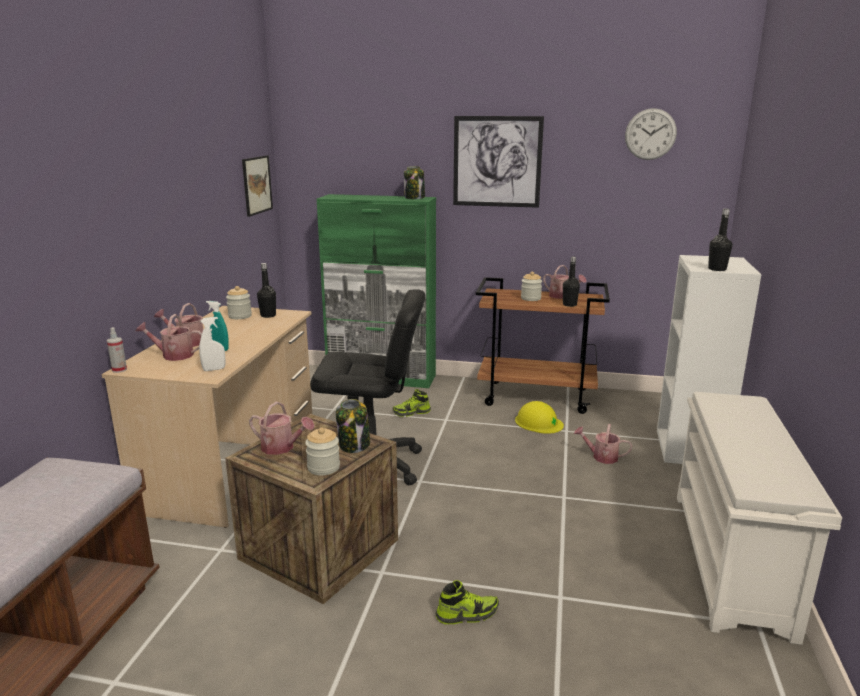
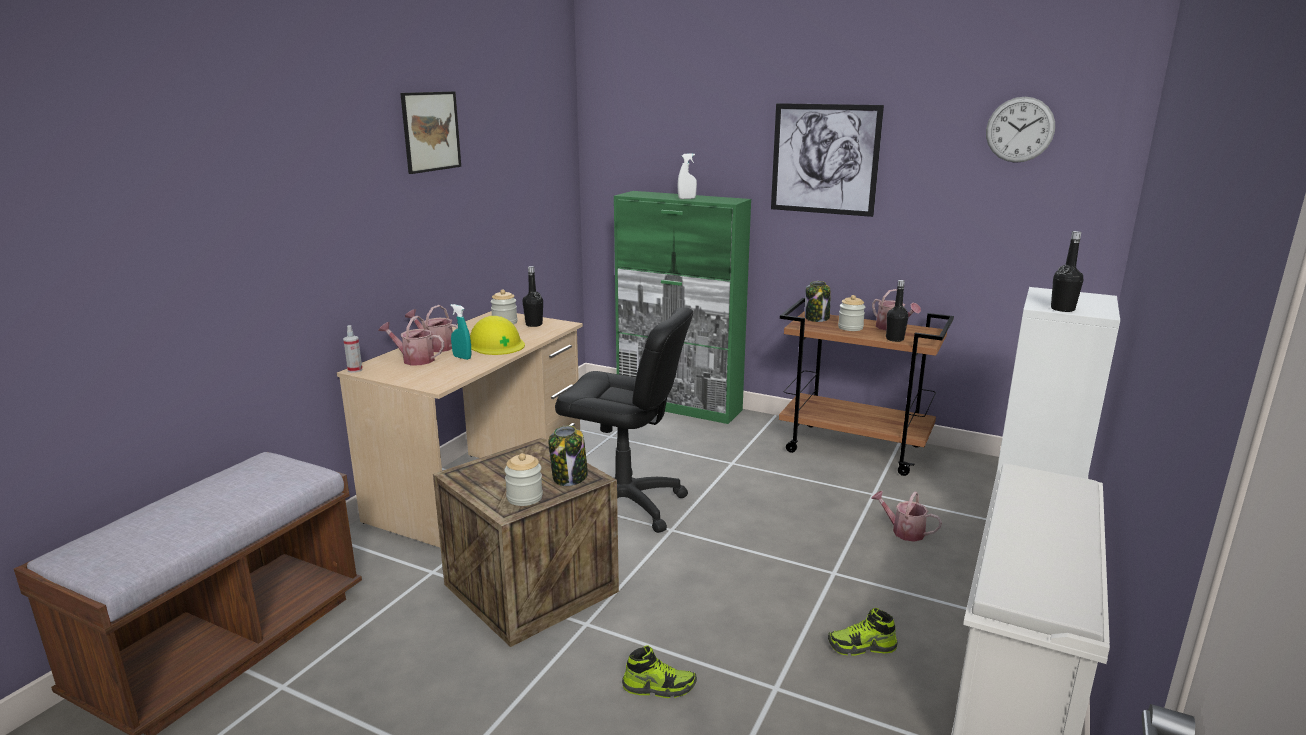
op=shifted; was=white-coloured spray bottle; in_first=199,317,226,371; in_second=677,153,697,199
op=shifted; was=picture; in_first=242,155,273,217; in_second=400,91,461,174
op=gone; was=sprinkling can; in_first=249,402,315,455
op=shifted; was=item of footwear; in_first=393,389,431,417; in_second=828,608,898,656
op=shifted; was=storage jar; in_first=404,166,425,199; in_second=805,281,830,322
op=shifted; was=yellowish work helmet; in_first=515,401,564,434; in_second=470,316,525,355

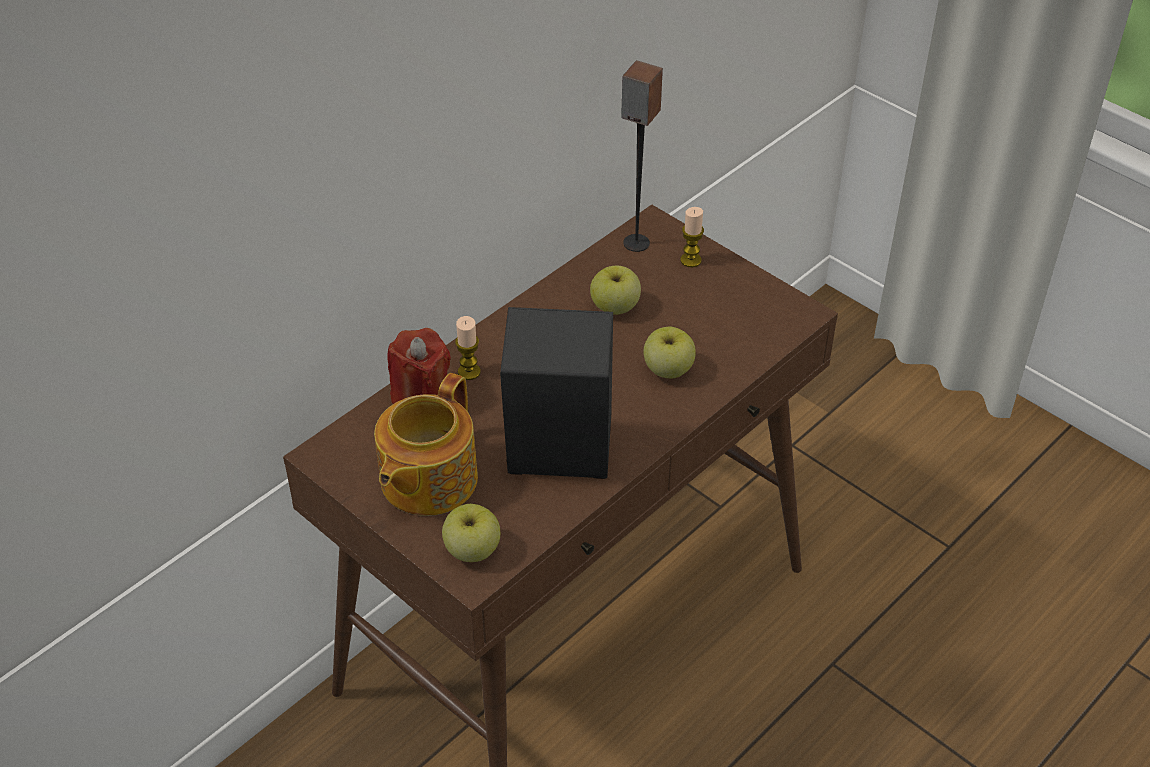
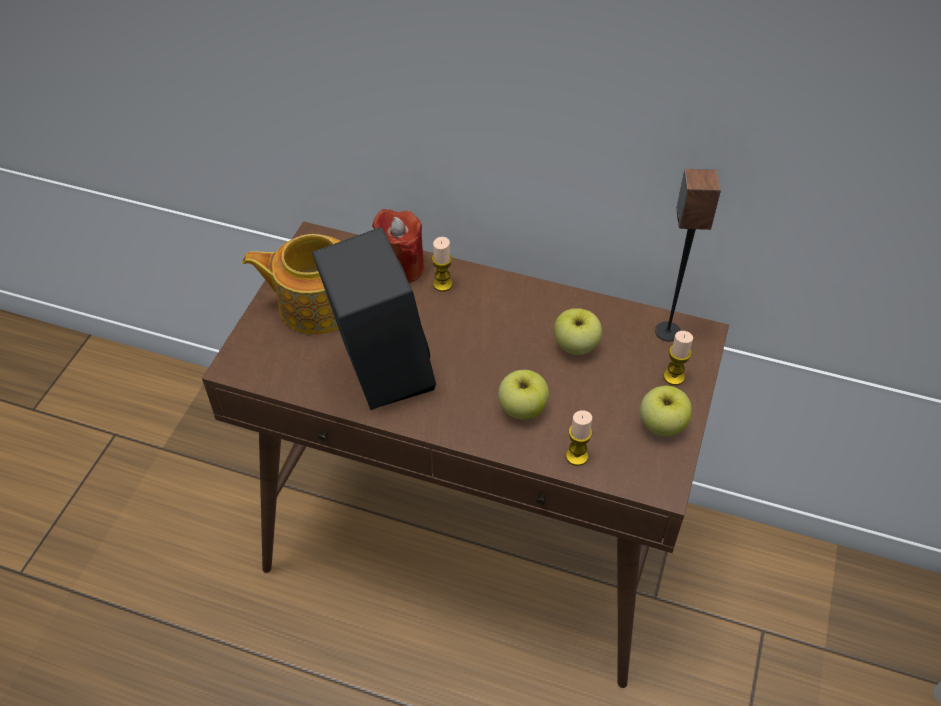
op=shifted; was=apple fruit; in_first=442,504,500,562; in_second=640,386,692,436
op=new; now=candle; in_second=566,410,592,466

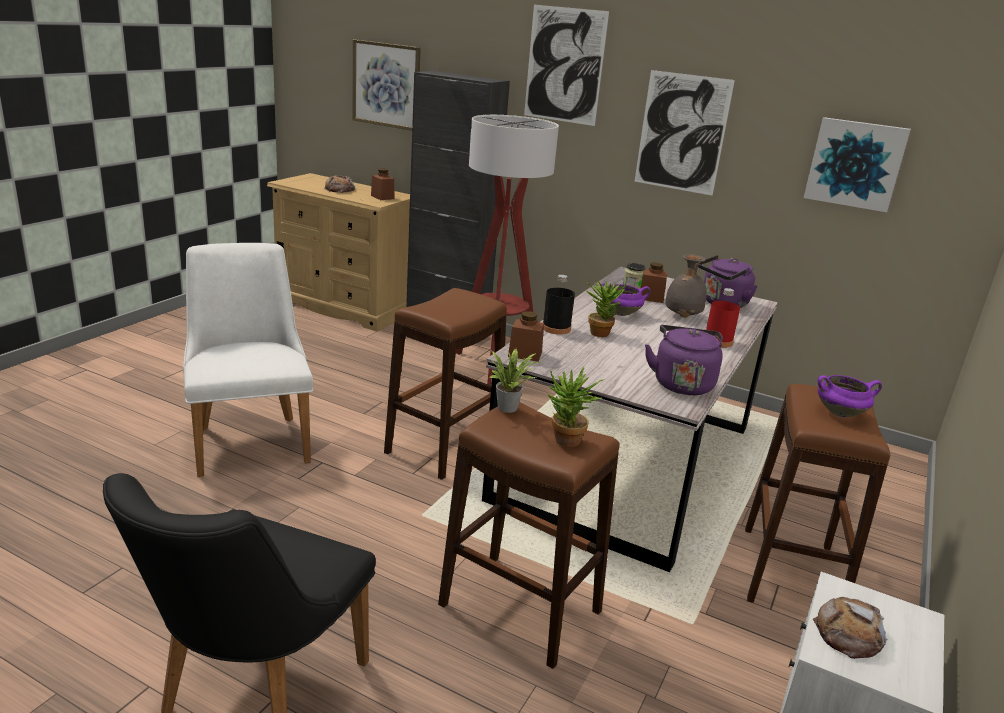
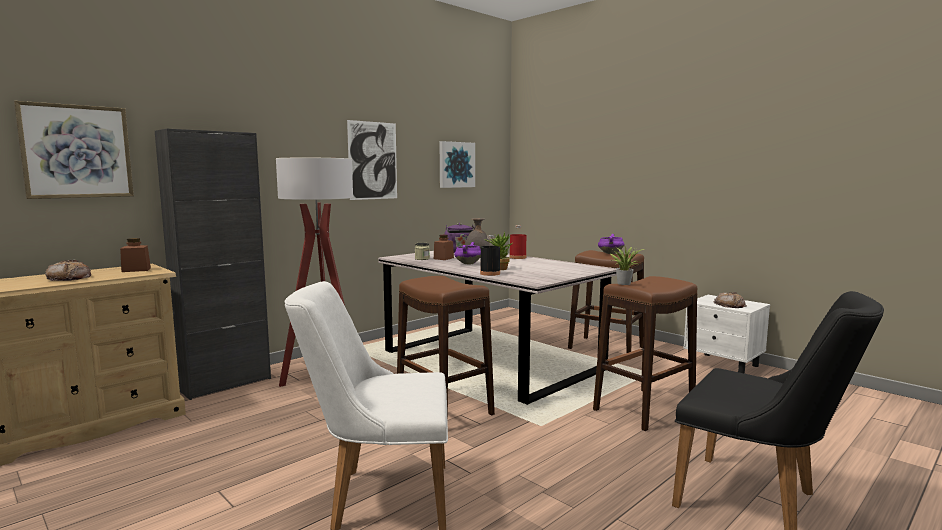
op=gone; was=brownish storage jar; in_first=508,311,544,362
op=gone; was=picture; in_first=524,5,609,126
op=gone; was=houseplant; in_first=547,367,604,447
op=gone; was=purplish tea kettle; in_first=645,325,723,395

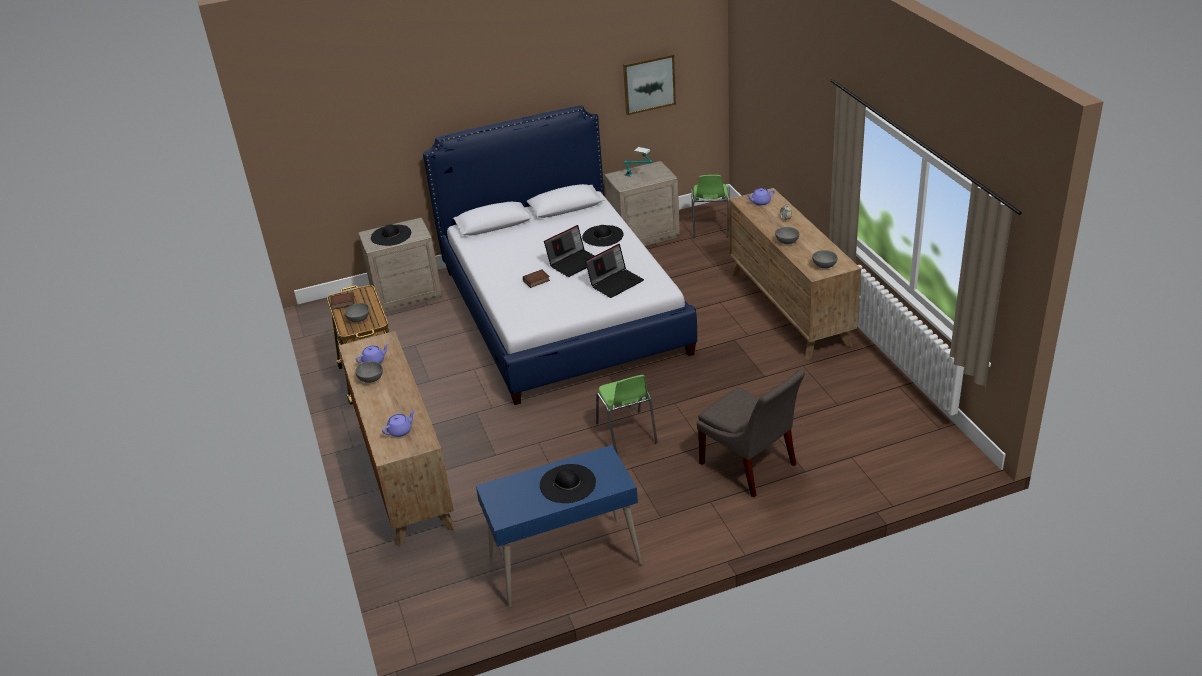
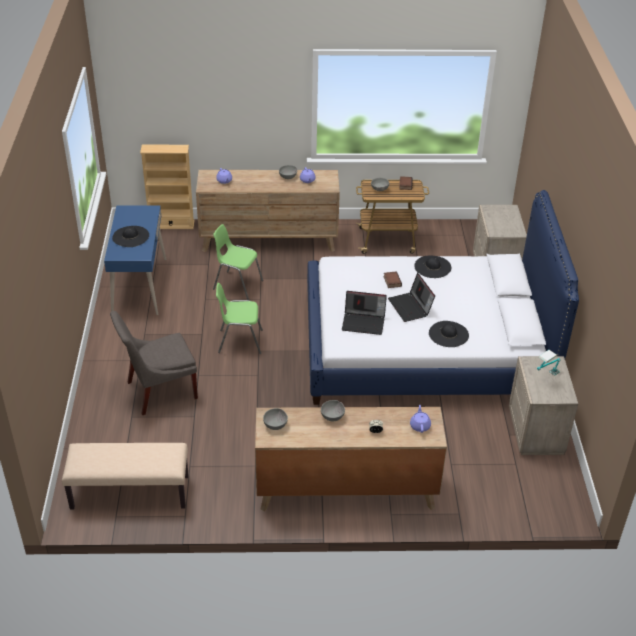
op=shifted; was=black clothing hat; in_first=371,224,411,246; in_second=414,256,451,278
op=rotated; was=portable computer; in_first=585,244,644,298; in_second=342,291,387,335; clockwise=-60
op=gone; was=picture; in_first=623,54,676,115
op=shifted; was=green chair; in_first=691,175,730,238; in_second=213,224,263,300
op=new; now=beige-coloured bench; in_second=62,443,188,509
op=new; now=beige-coloured shelving unit; in_second=140,145,194,229

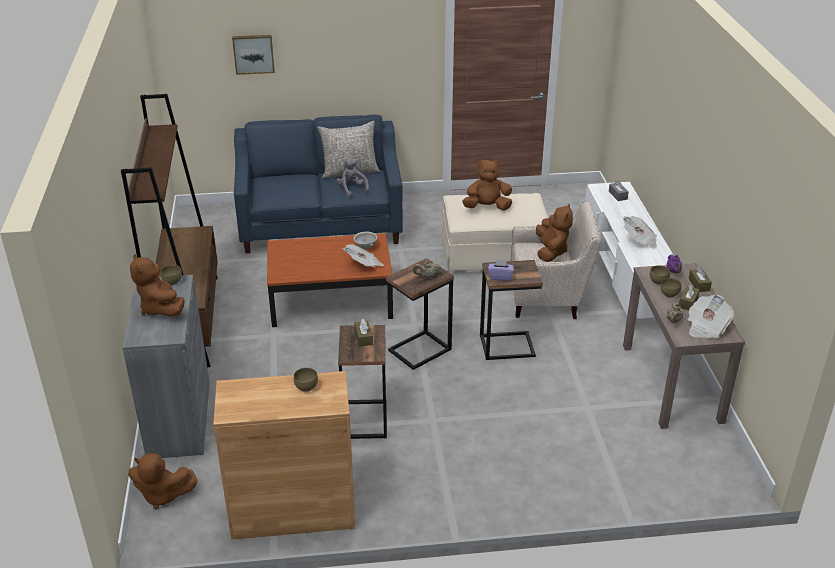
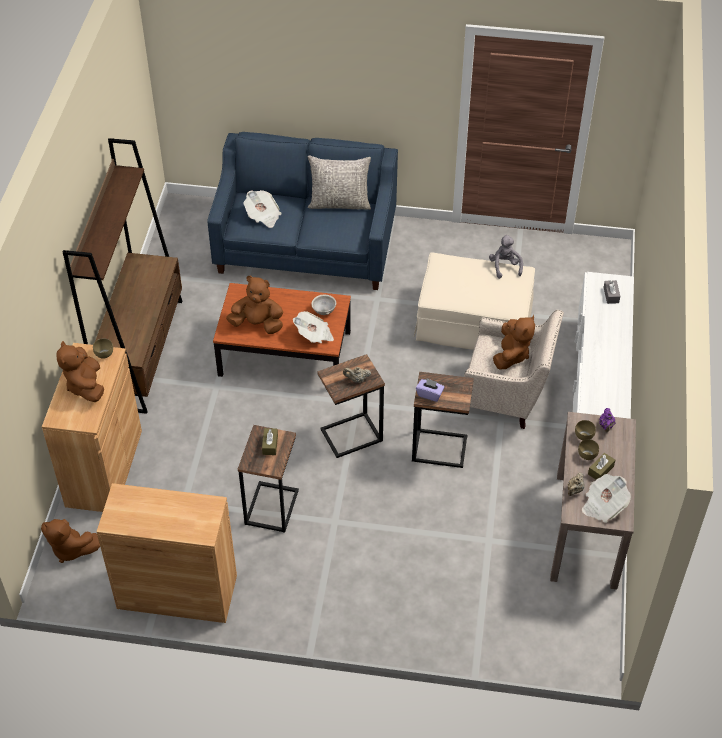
op=repainted; was=gray cabinet; now=brownish cabinet; in_first=122,275,210,458; in_second=42,343,142,512
op=gone; was=picture; in_first=232,35,275,75
op=gone; was=brownish bowl; in_first=294,368,318,392
op=shifted; was=gray soft toy; in_first=336,157,369,197; in_second=489,235,523,279
op=shifted; was=brownish soft toy; in_first=462,159,512,211; in_second=226,276,283,334
op=shifted; was=daily paper; in_first=623,216,657,249; in_second=244,190,282,228
op=gone; was=brownish box of tissues; in_first=689,267,712,292

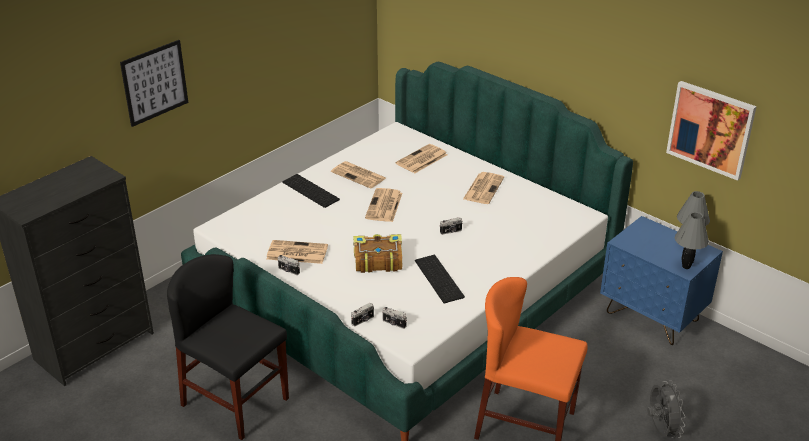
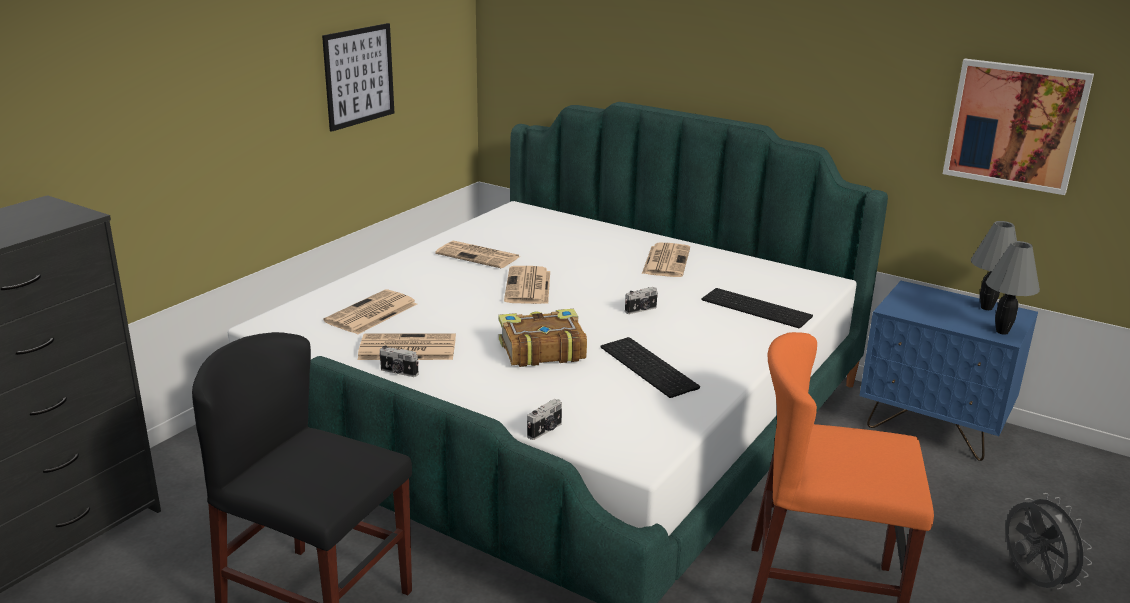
op=shifted; was=picture; in_first=120,40,188,127; in_second=322,23,394,132
op=shifted; was=keyboard; in_first=282,174,340,208; in_second=702,288,813,328
op=gone; was=still camera; in_first=382,307,407,329
op=shifted; was=daily paper; in_first=396,144,448,173; in_second=324,289,417,335

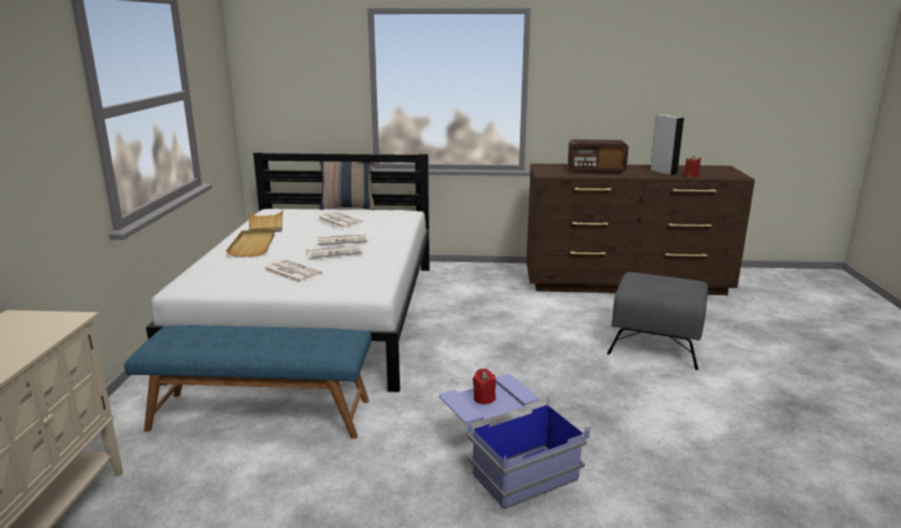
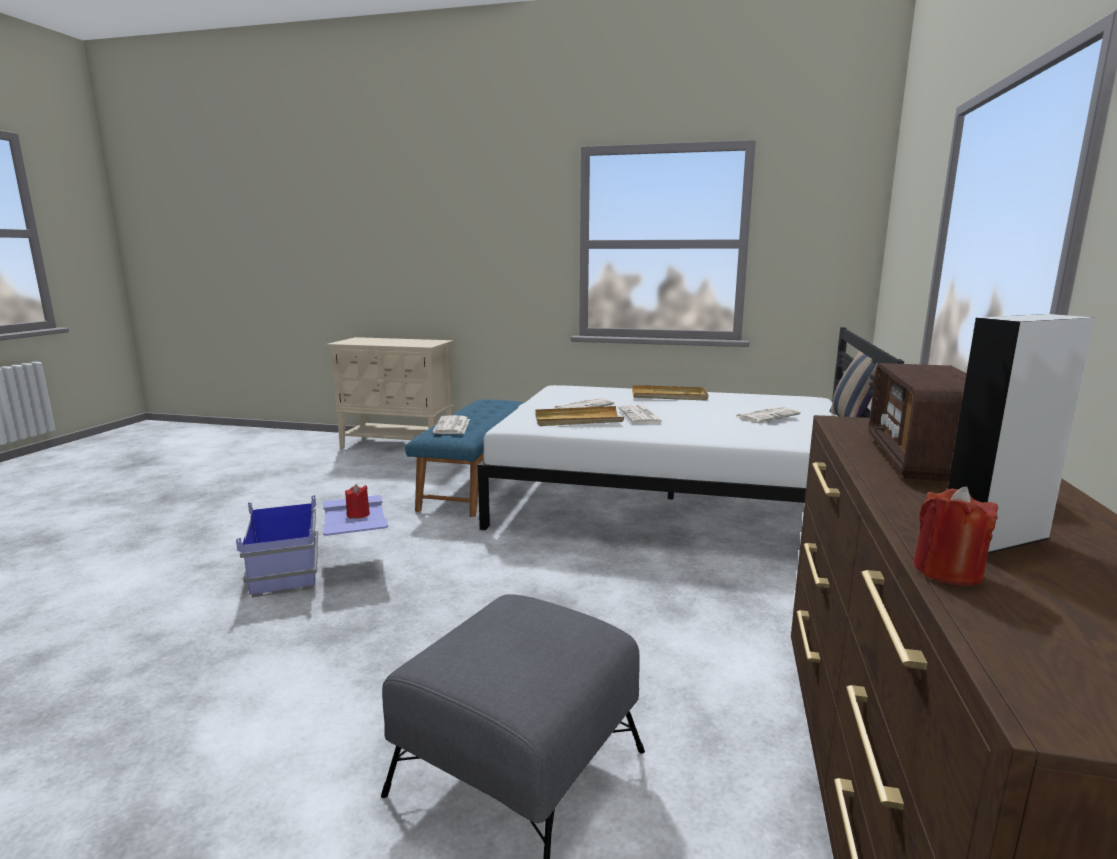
op=shifted; was=beige-coloured serving tray; in_first=248,209,283,232; in_second=535,406,624,426
op=shifted; was=daily paper; in_first=317,234,368,245; in_second=433,415,470,434

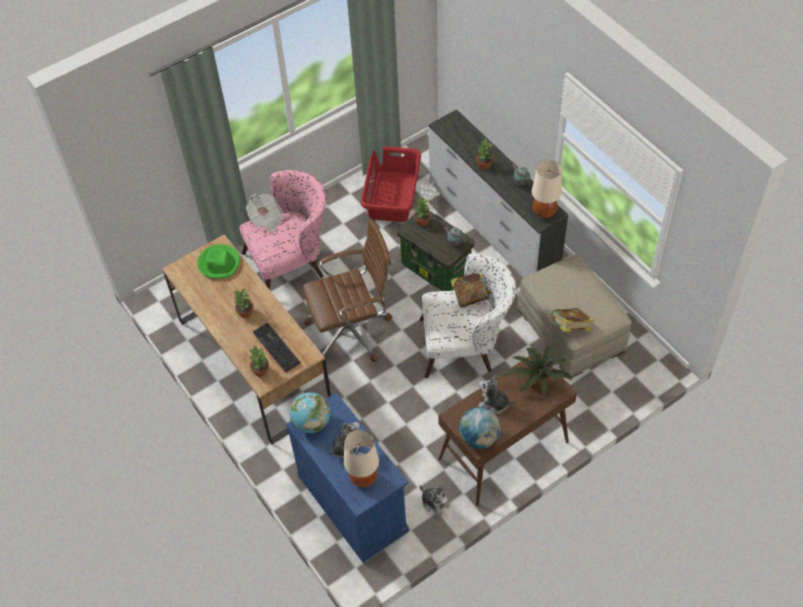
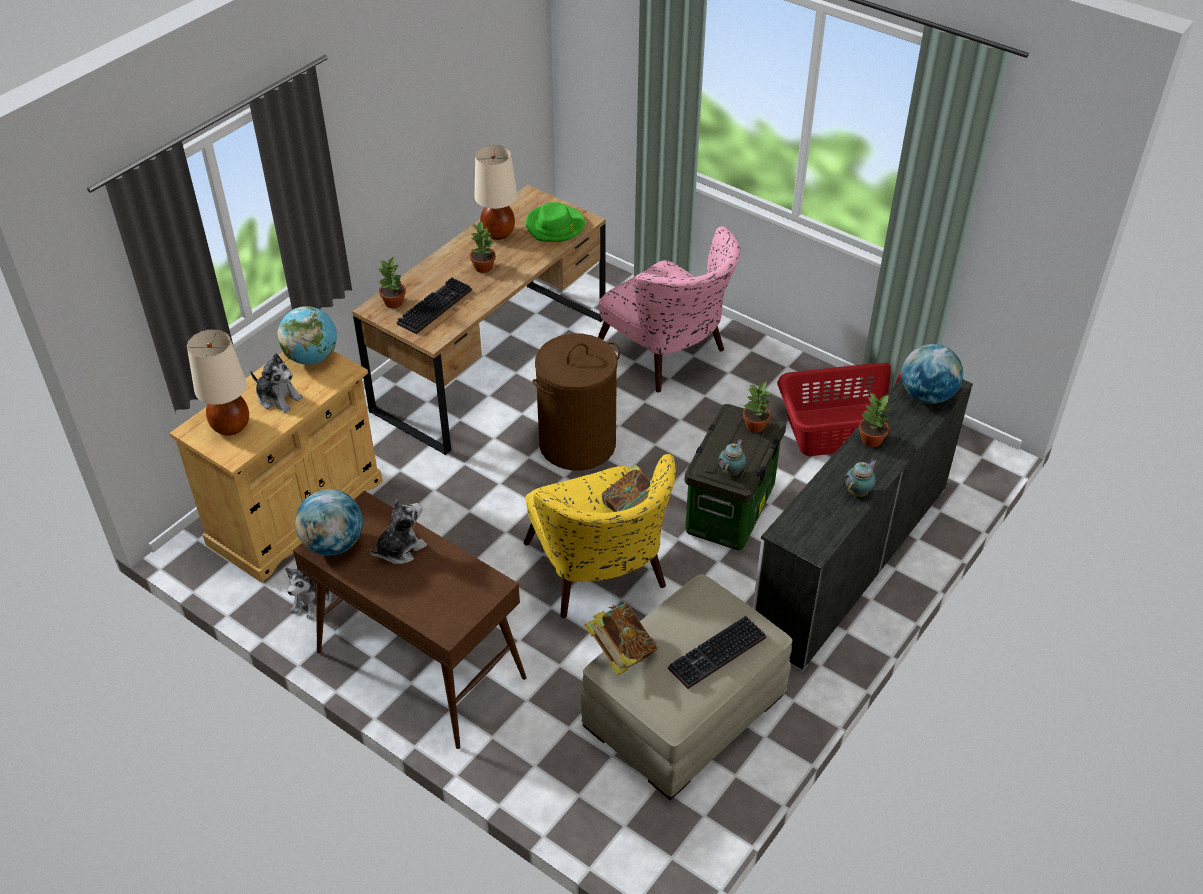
op=gone; was=daily paper; in_first=246,194,284,232
op=repainted; was=bluish cabinet; now=beige-coloured cabinet; in_first=286,393,409,563; in_second=169,351,383,582
op=swapped; was=brownish desk chair; now=brownish laundry basket; in_first=303,219,392,362; in_second=532,334,620,471
op=repainted; was=white-coloured lounge chair; now=yellowish lounge chair; in_first=420,253,516,378; in_second=524,454,676,618
op=rotated; was=soft toy; in_first=478,375,515,414; in_second=370,499,427,565; clockwise=45
op=gone; was=houseplant; in_first=501,345,572,396
op=shifted; was=beige-coloured tabletop lamp; in_first=532,160,562,218; in_second=474,145,517,240
op=new; now=keyboard; in_second=668,616,766,689
op=new; now=globe; in_second=902,344,963,404

